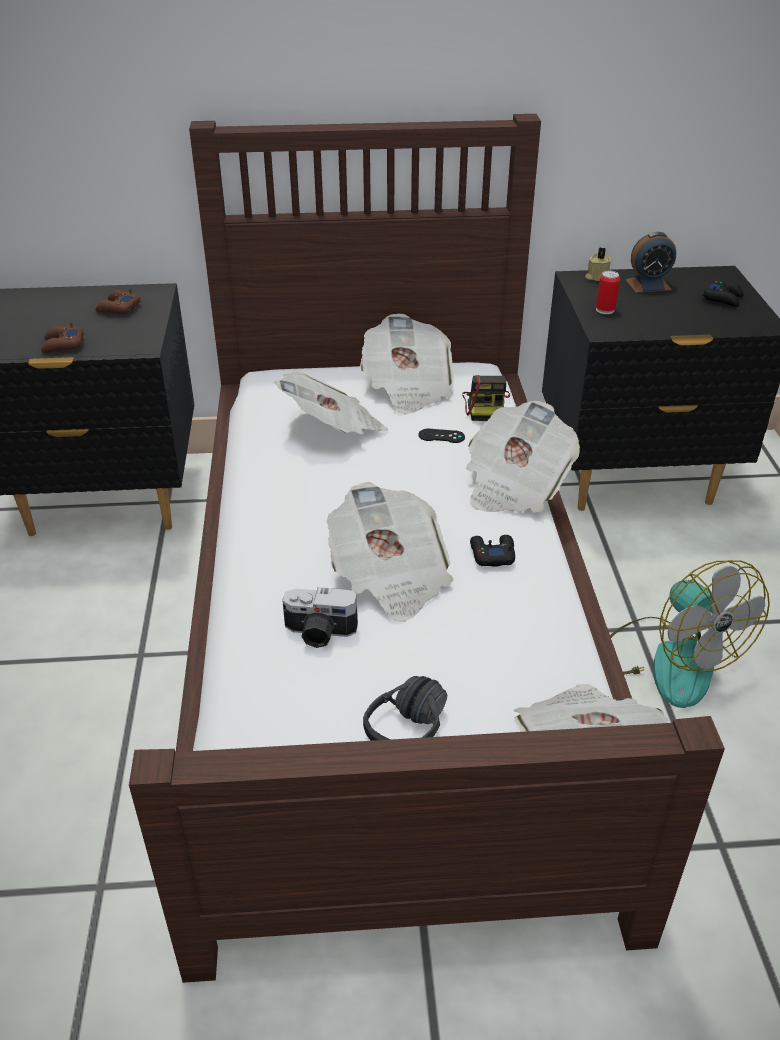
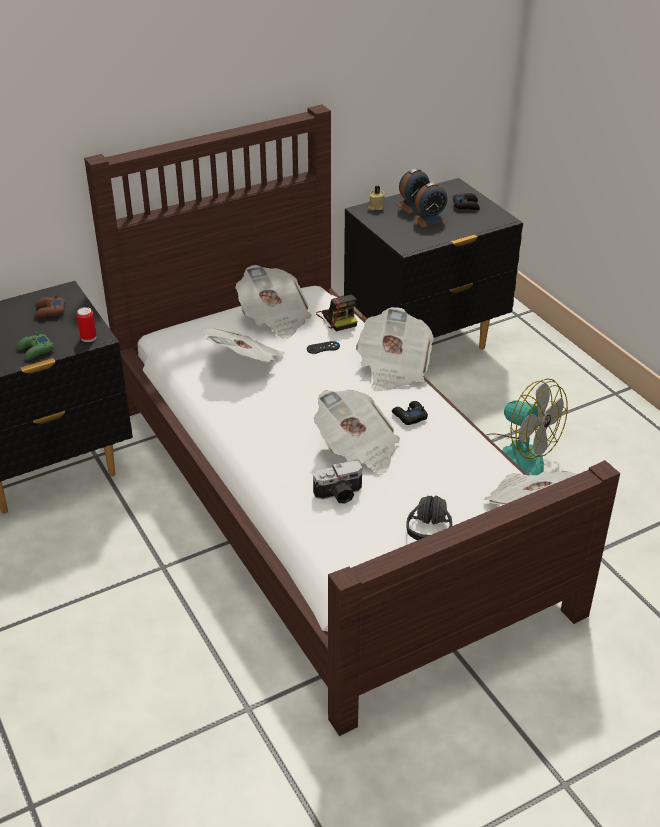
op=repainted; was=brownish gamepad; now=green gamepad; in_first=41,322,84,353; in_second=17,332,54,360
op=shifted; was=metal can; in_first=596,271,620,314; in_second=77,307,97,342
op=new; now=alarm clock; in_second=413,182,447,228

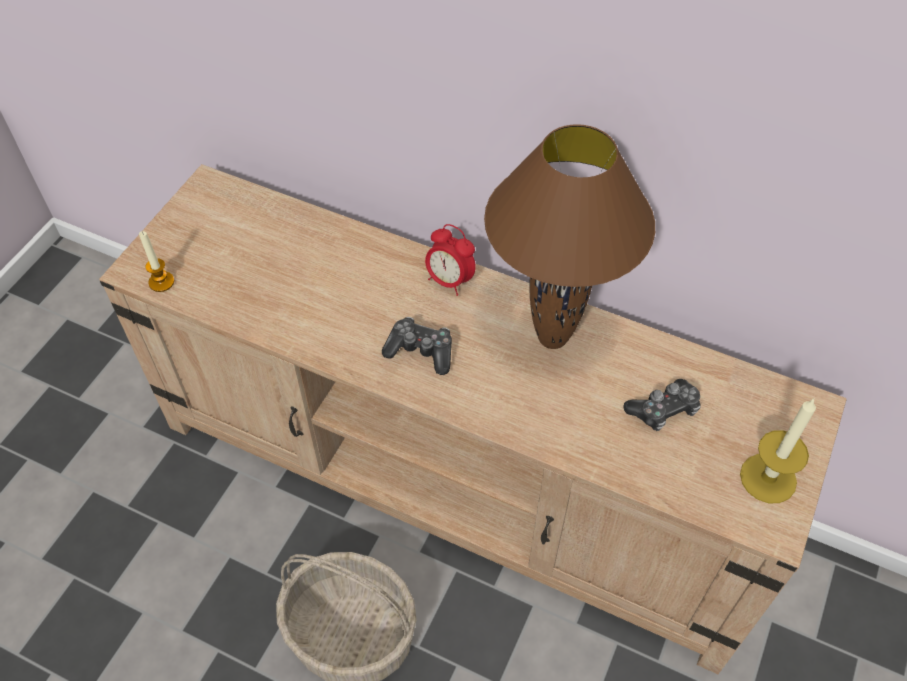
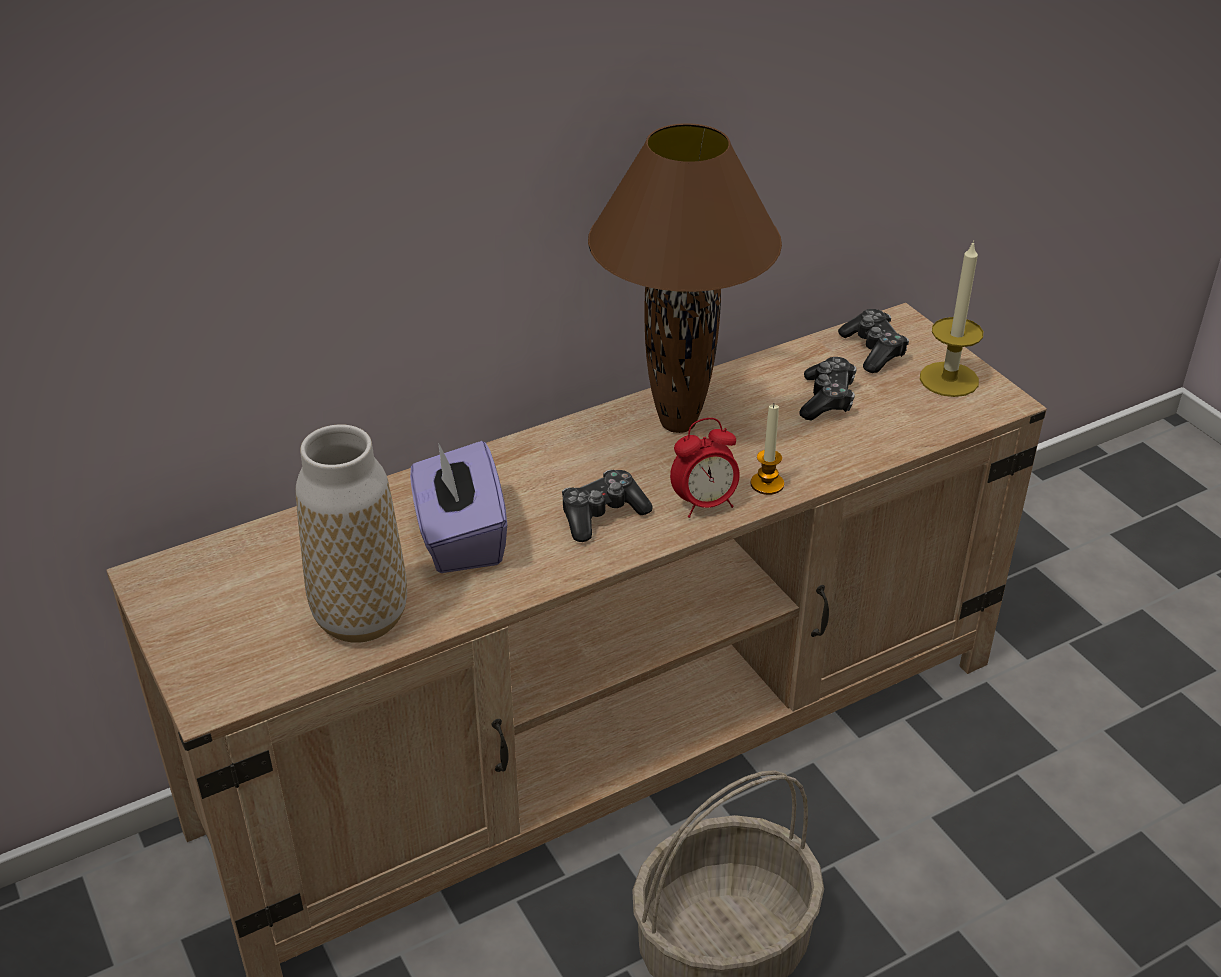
op=shifted; was=candle; in_first=139,231,174,292; in_second=750,405,784,495
op=shifted; was=alarm clock; in_first=425,224,476,296; in_second=670,418,740,518
op=new; now=vase; in_second=296,425,407,643
op=new; now=purplish box of tissues; in_second=410,441,507,573
op=new; now=gamepad; in_second=838,309,909,373

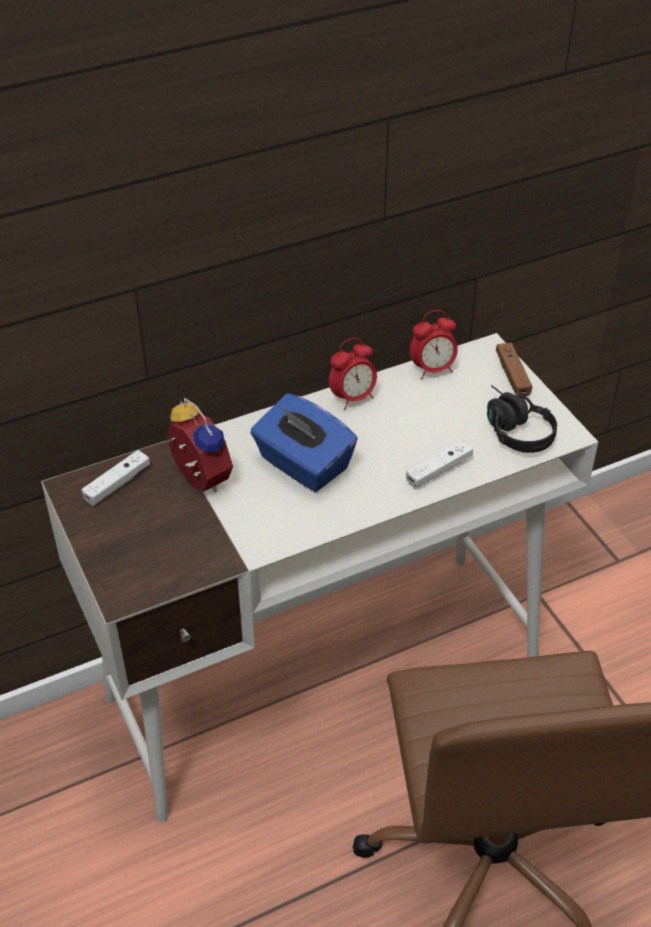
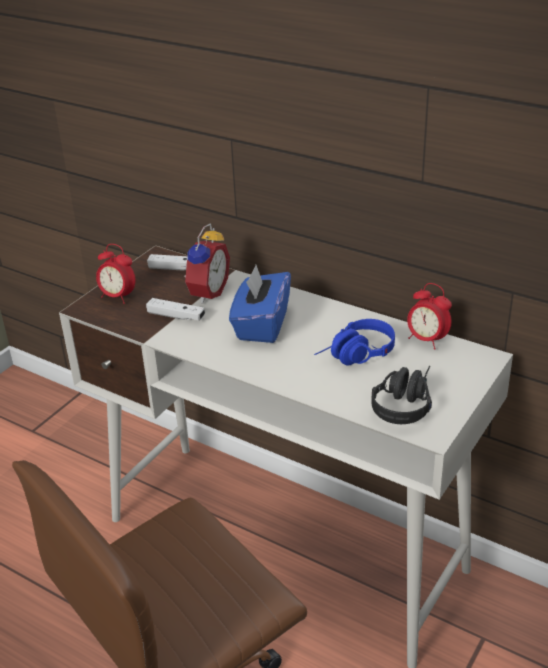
op=shifted; was=alarm clock; in_first=329,338,377,410; in_second=96,244,136,304
op=shifted; was=white-coloured gamepad; in_first=406,440,473,489; in_second=146,298,205,320
op=gone; was=brownish gamepad; in_first=496,343,532,397
op=new; now=bluish headphones; in_second=314,319,395,366

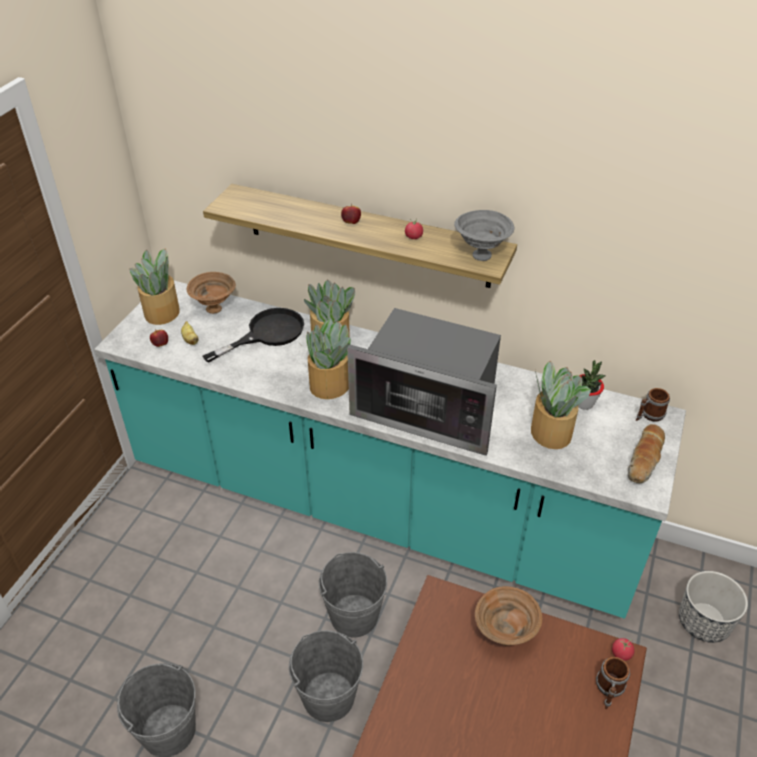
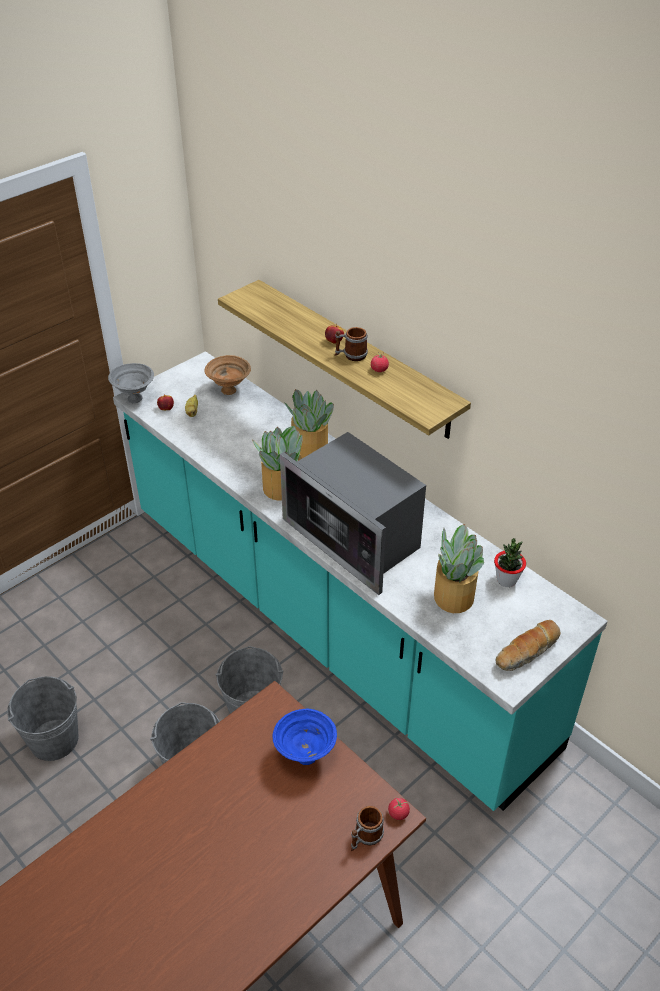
op=gone; was=houseplant; in_first=130,249,180,325
op=gone; was=black pan; in_first=203,308,304,363
op=shifted; was=gray bowl; in_first=454,210,515,261; in_second=108,363,154,403
op=repainted; was=brownish bowl; now=bluish bowl; in_first=475,586,542,645; in_second=272,709,337,765
op=shifted; was=coffee mug; in_first=636,388,670,422; in_second=335,327,368,361
op=gone; was=planter; in_first=679,571,748,643

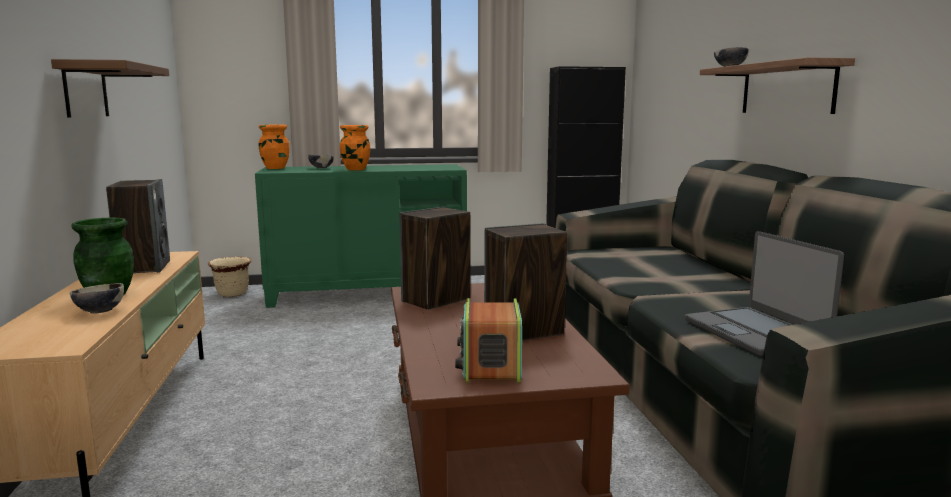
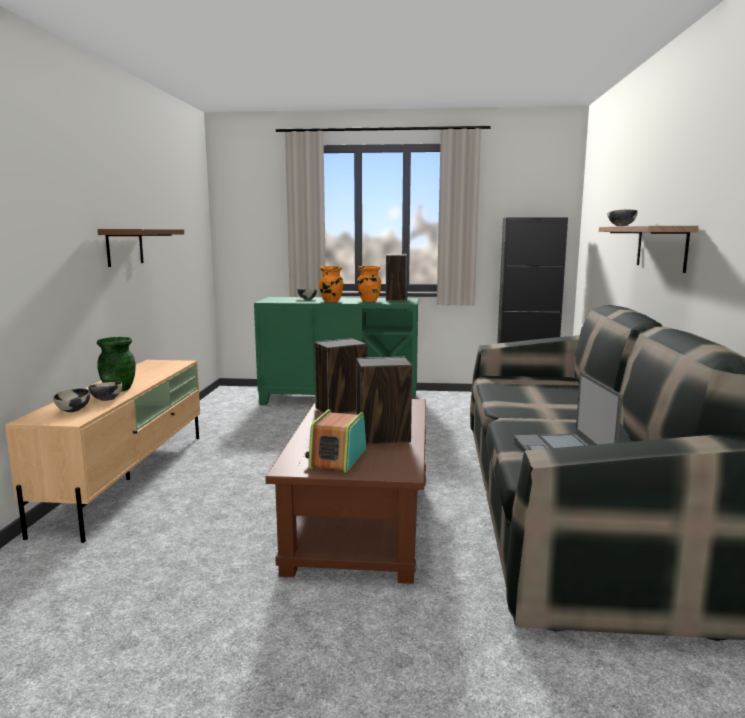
op=shifted; was=loudspeaker; in_first=106,179,170,273; in_second=386,254,408,301
op=gone; was=beige-coloured planter; in_first=208,257,252,297
op=shifted; was=orange vase; in_first=258,125,290,169; in_second=357,266,381,302
op=new; now=bowl; in_second=53,388,90,412

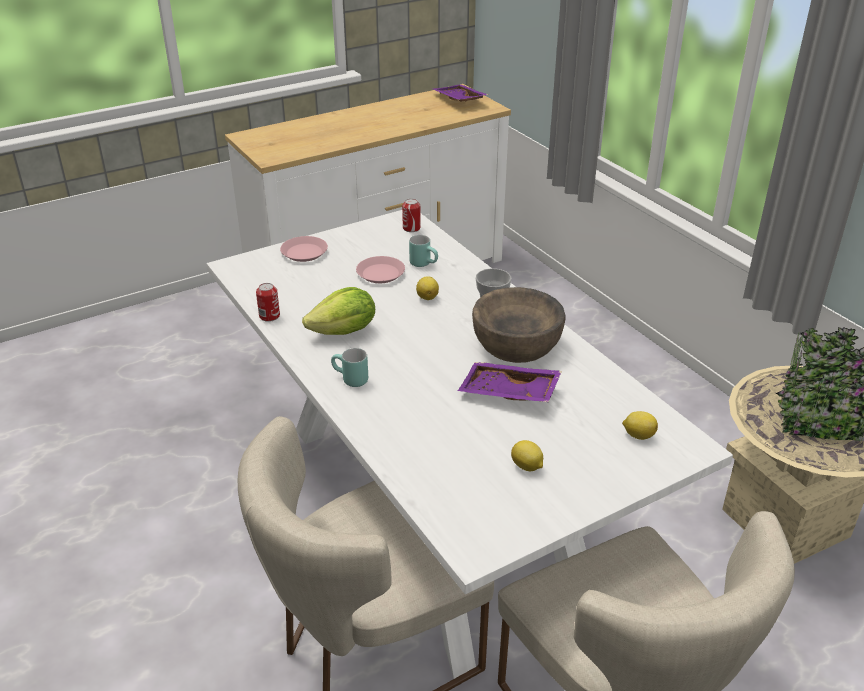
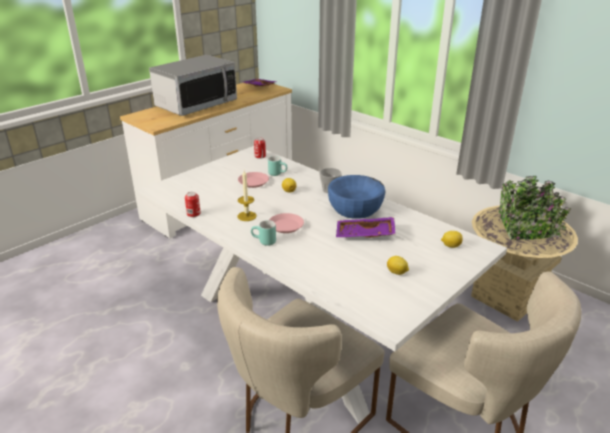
op=shifted; was=pink-coloured plate; in_first=280,236,328,262; in_second=269,213,304,233
op=swapped; was=lettuce; now=candle; in_first=302,287,375,335; in_second=237,170,256,221
op=repainted; was=brownish bowl; now=bluish bowl; in_first=472,287,565,363; in_second=328,175,385,219
op=new; now=microwave oven; in_second=149,55,237,116

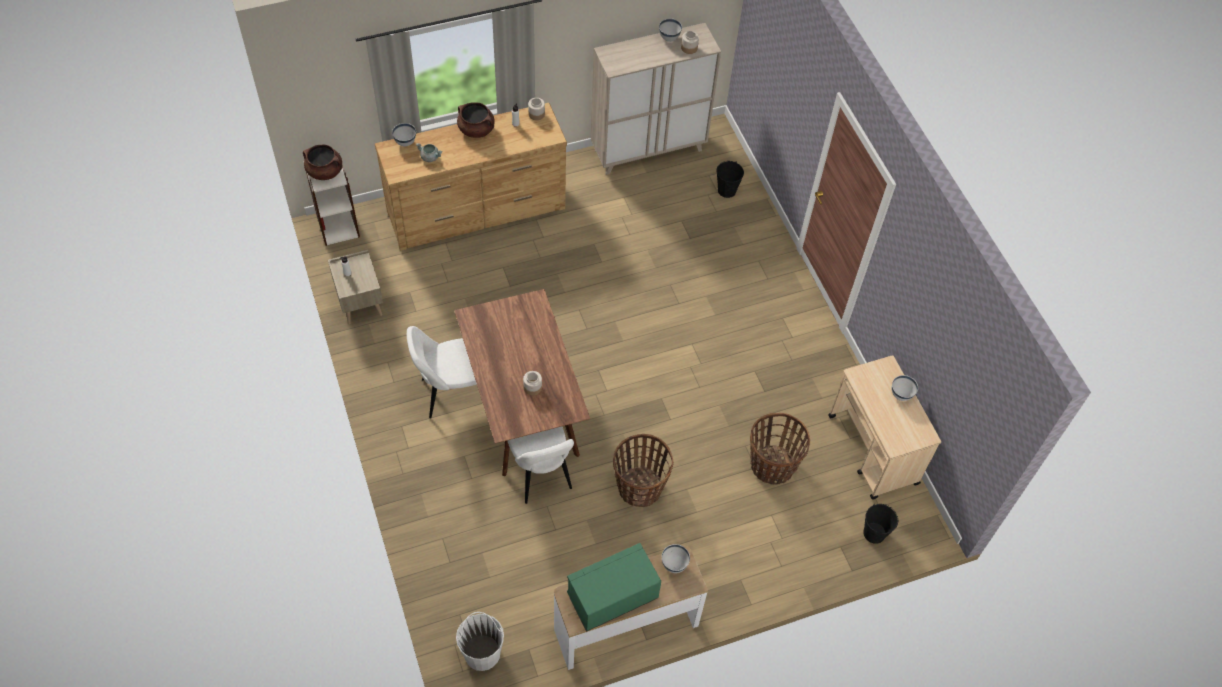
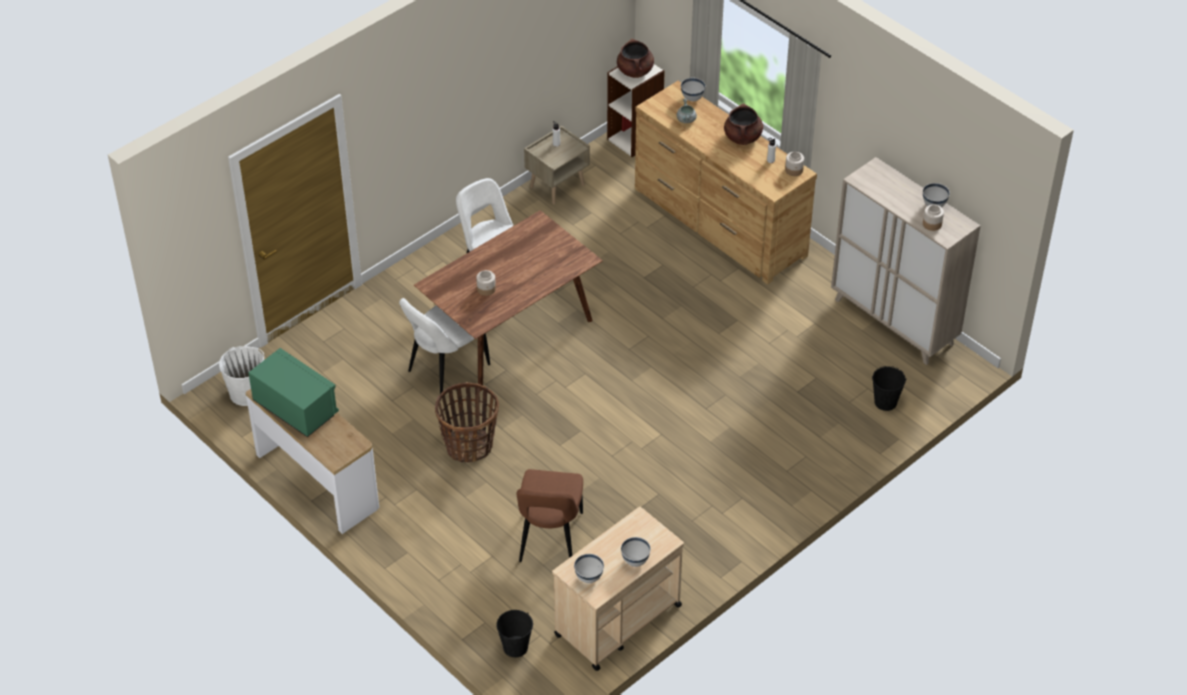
op=shifted; was=white-coloured bowl; in_first=662,544,690,573; in_second=574,554,604,583
op=swapped; was=household basket; now=brownish chair; in_first=750,413,810,485; in_second=516,469,583,562

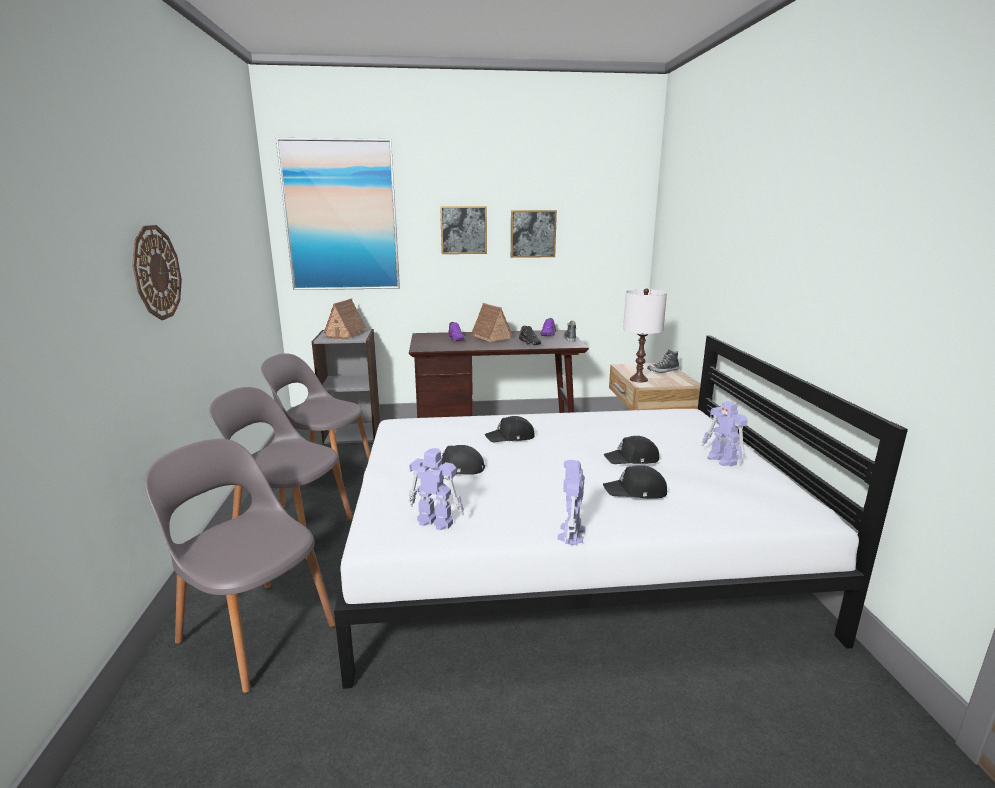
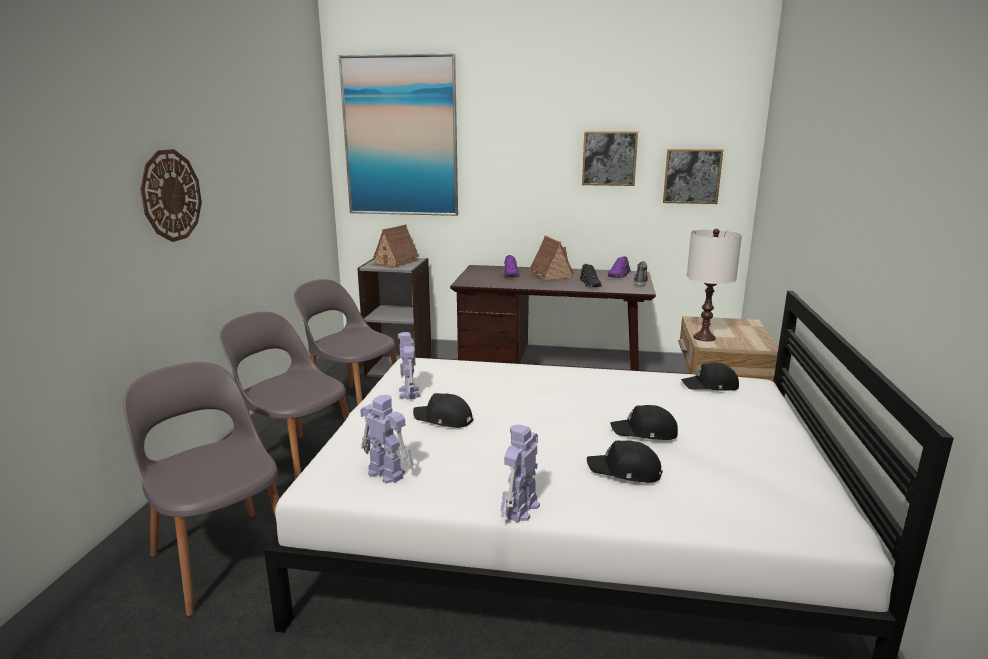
op=shifted; was=picture; in_first=440,206,487,254; in_second=663,149,723,204
op=shifted; was=black baseball cap; in_first=484,416,535,443; in_second=681,363,739,391
op=gone; was=item of footwear; in_first=647,349,679,373
op=shifted; was=robot figure; in_first=702,401,748,466; in_second=398,332,420,399

